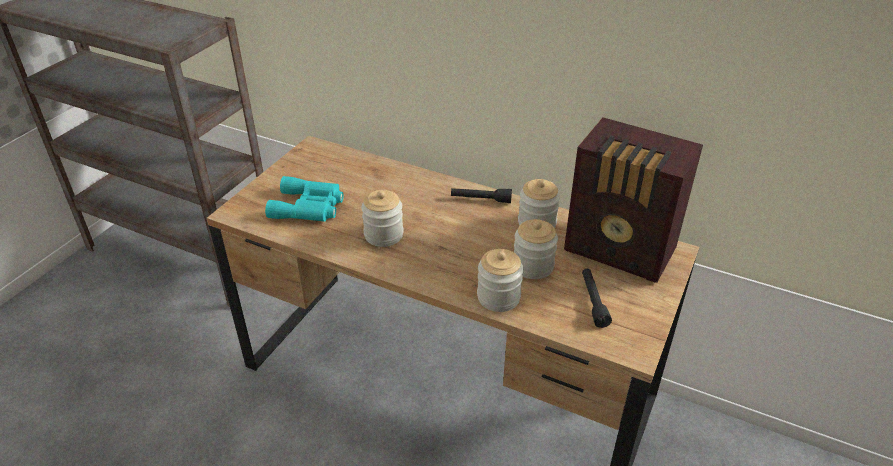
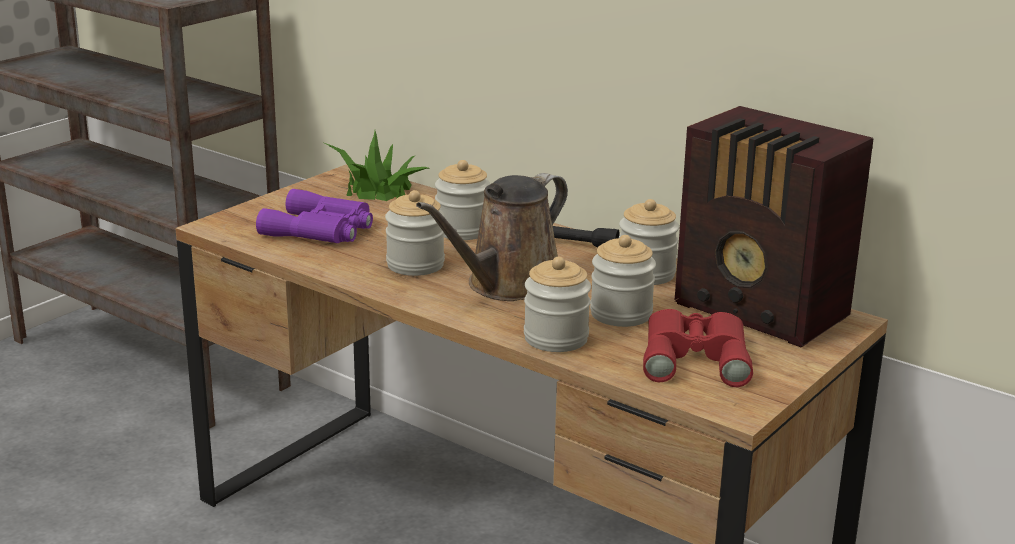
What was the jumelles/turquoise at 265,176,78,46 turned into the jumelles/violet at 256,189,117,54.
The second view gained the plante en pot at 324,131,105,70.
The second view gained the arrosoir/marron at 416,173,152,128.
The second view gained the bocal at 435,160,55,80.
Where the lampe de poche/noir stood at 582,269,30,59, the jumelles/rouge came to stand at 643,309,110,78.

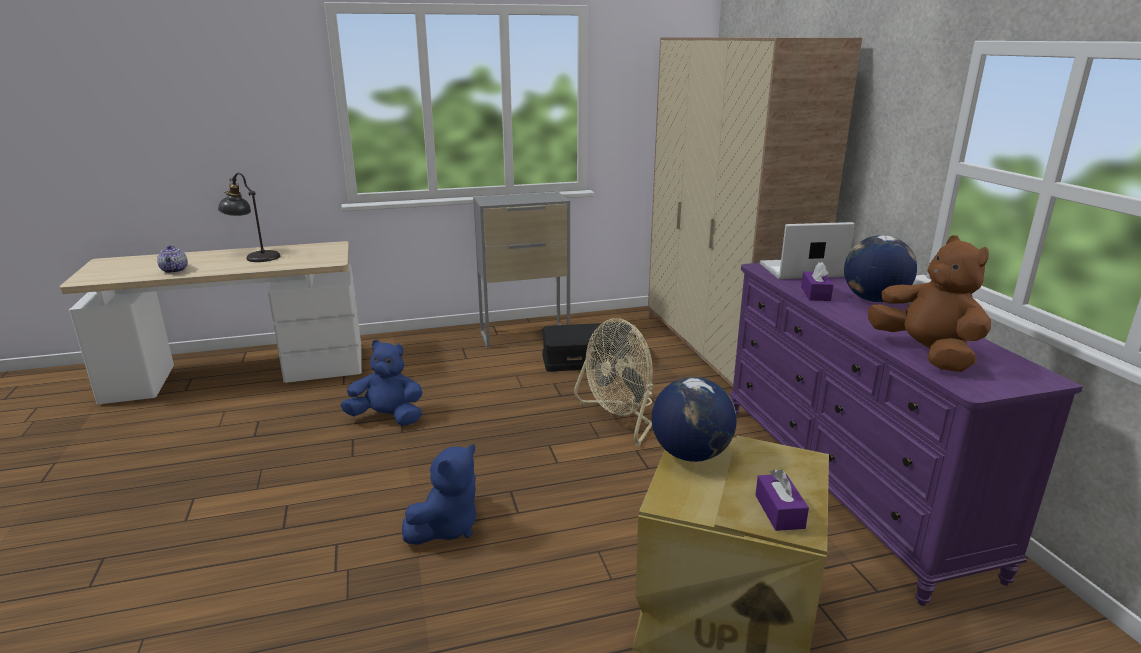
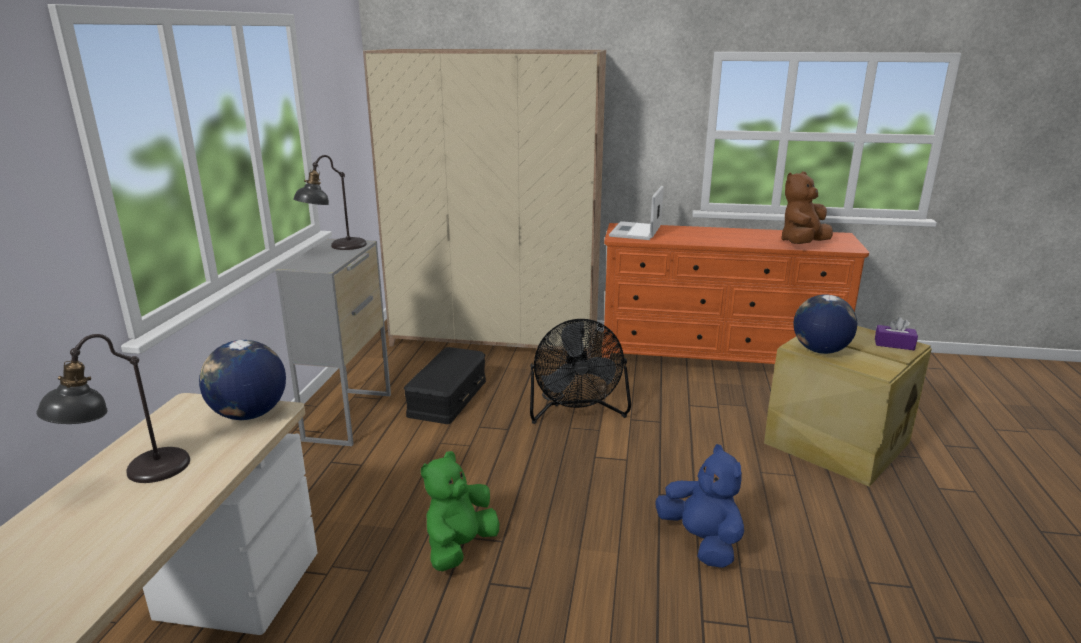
The globe ended up elsewhere, having gone from 844,235,73,67 to 199,340,87,80.
The second view gained the lampe de table/gris at 293,155,74,95.
What was the peluche/bleu at 340,340,83,85 turned into the peluche/vert at 421,451,79,120.
What was the ventilateur/beige at 574,318,80,129 turned into the ventilateur/noir at 530,319,101,105.
What was the commode/violet at 730,263,353,343 turned into the commode/orange at 601,223,268,141.
The peluche/marron at 868,235,123,137 ended up facing another way, 45 degrees counterclockwise from before.
The second view lost the théière at 157,246,31,27.
The second view lost the boîte à mouchoirs/violet at 801,262,33,39.

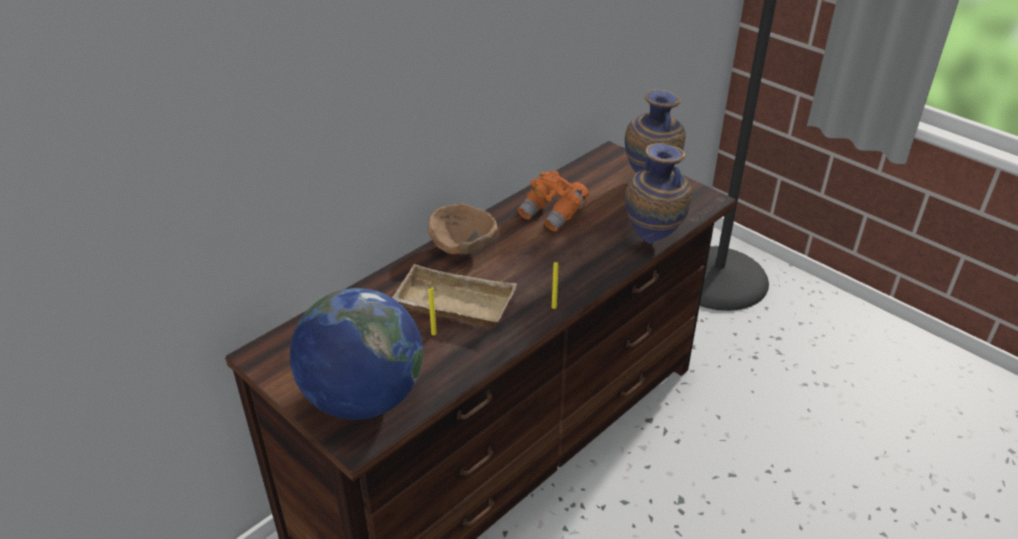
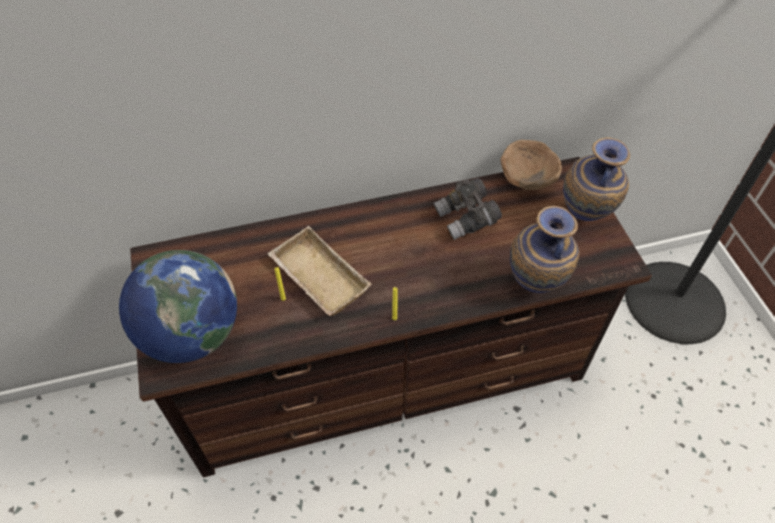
What was the jumelles/orange at 517,170,72,62 turned into the jumelles/gris at 434,178,68,62.
The bol/marron ended up elsewhere, having gone from 428,203,70,51 to 500,140,62,50.

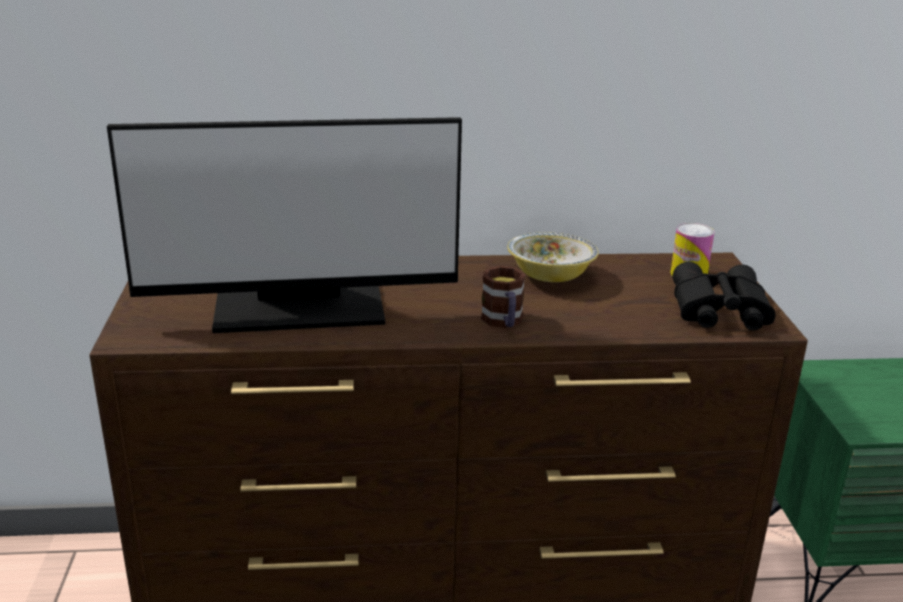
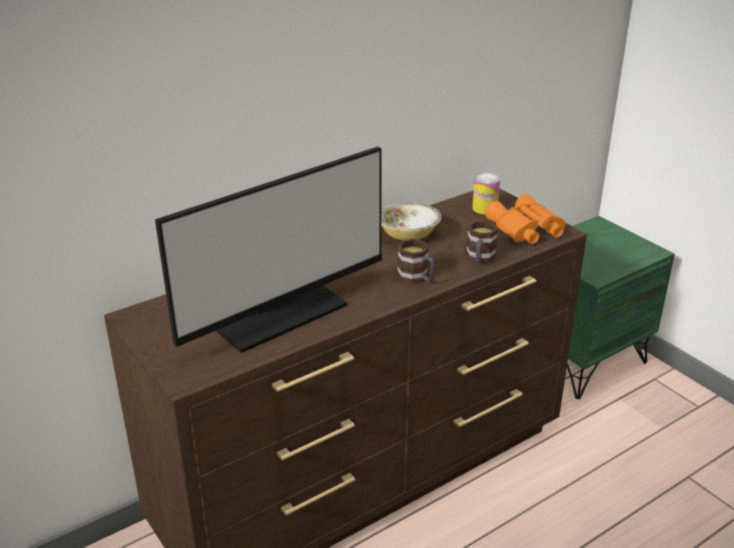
The second view gained the mug at 466,220,32,44.
What was the jumelles/noir at 673,262,103,69 turned into the jumelles/orange at 485,194,80,50.

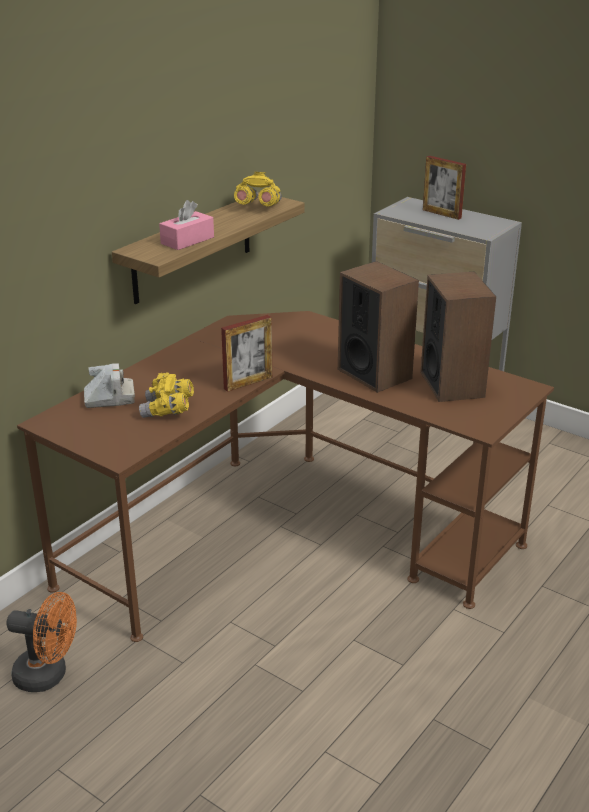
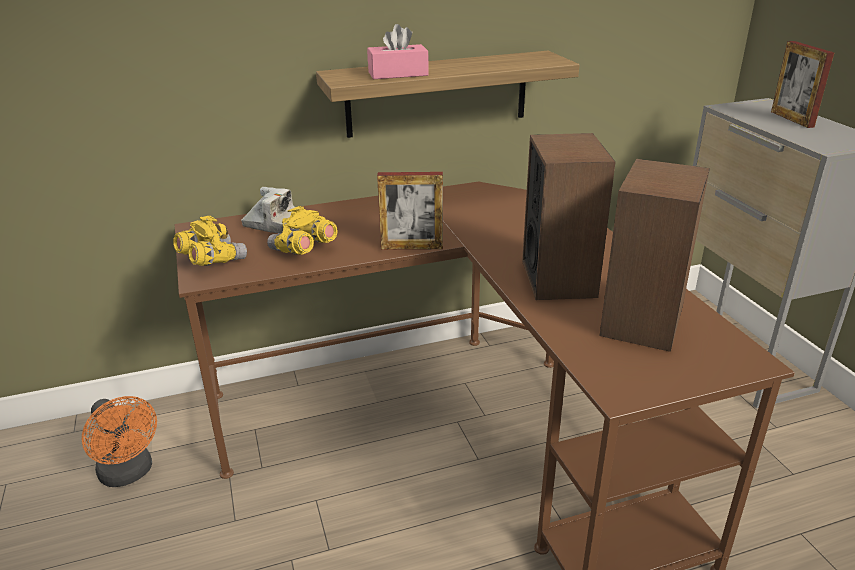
The jumelles/jaune ended up elsewhere, having gone from 234,172,48,34 to 173,216,74,50.

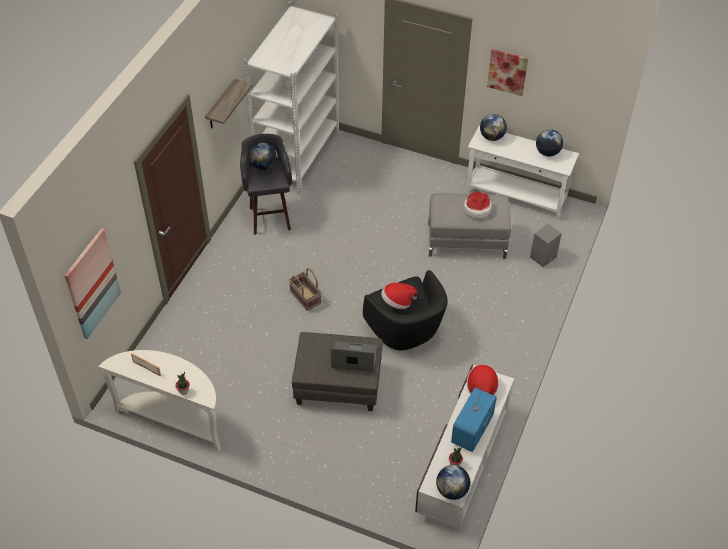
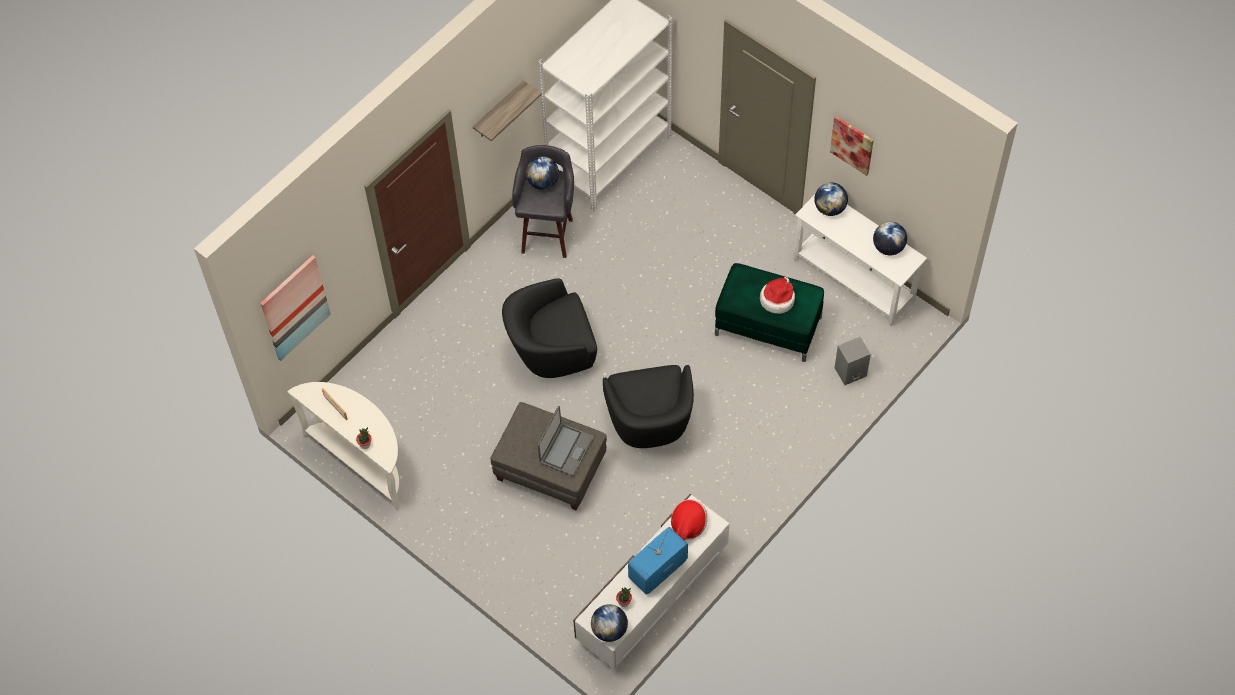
Where the panier stood at 289,268,32,43, the fauteuil/noir came to stand at 502,278,95,100.
The ordinateur portable at 330,341,47,31 ended up facing another way, 90 degrees clockwise from before.
What was the pouf/gris at 428,193,83,66 turned into the pouf/vert at 715,263,109,99.
The second view lost the chapeau at 381,283,37,26.

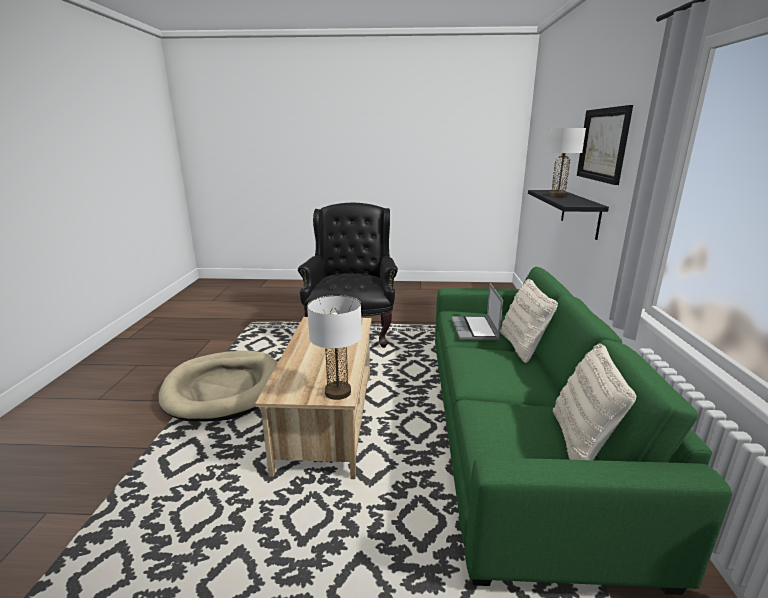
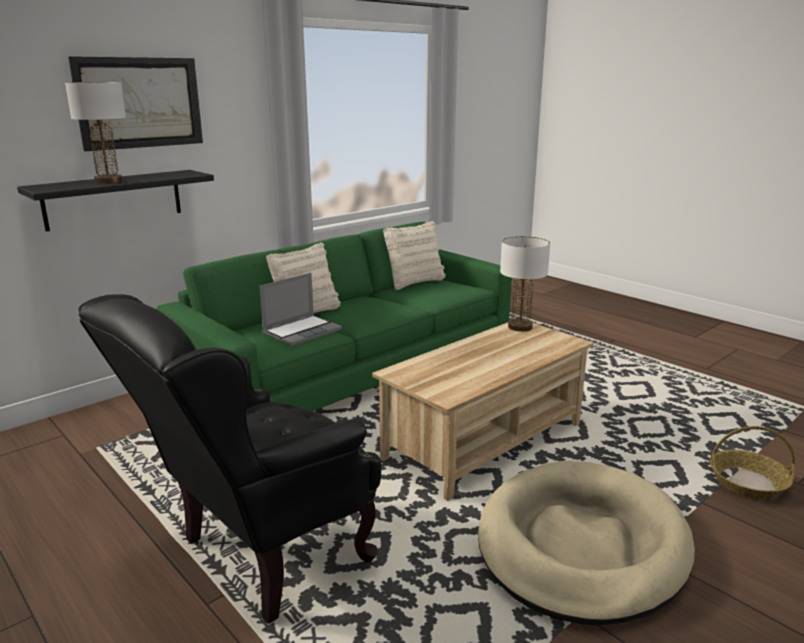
The second view gained the panier at 710,426,85,73.

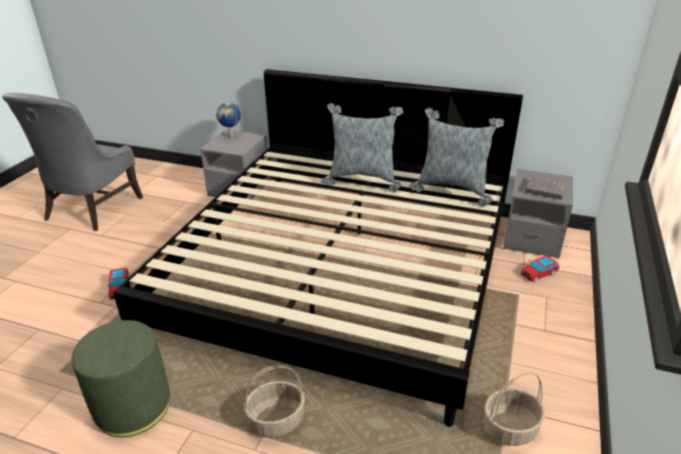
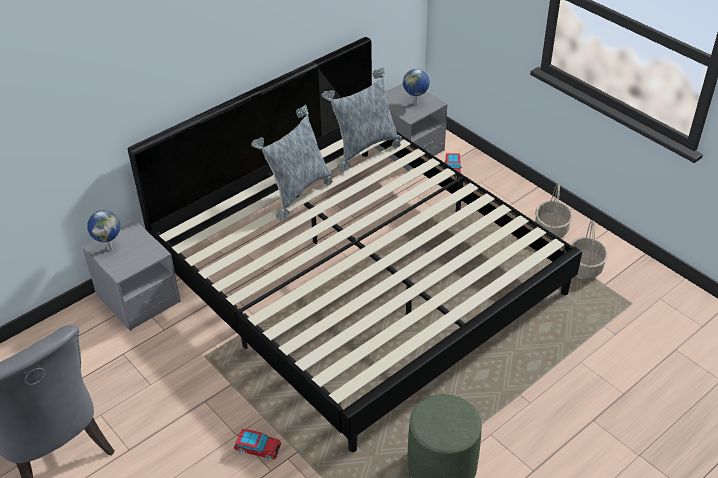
Where the livre/gris stood at 525,175,42,25, the globe came to stand at 403,69,27,36.
The panier ended up elsewhere, having gone from 244,365,61,73 to 535,184,38,54.

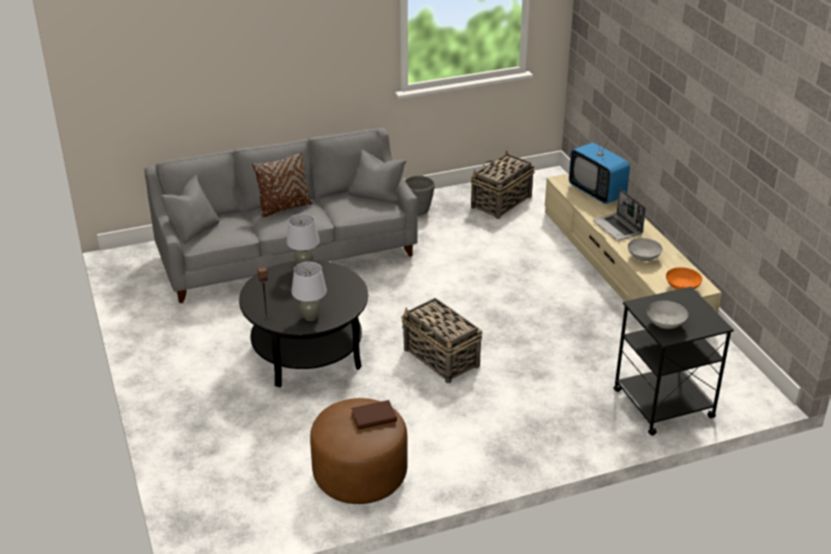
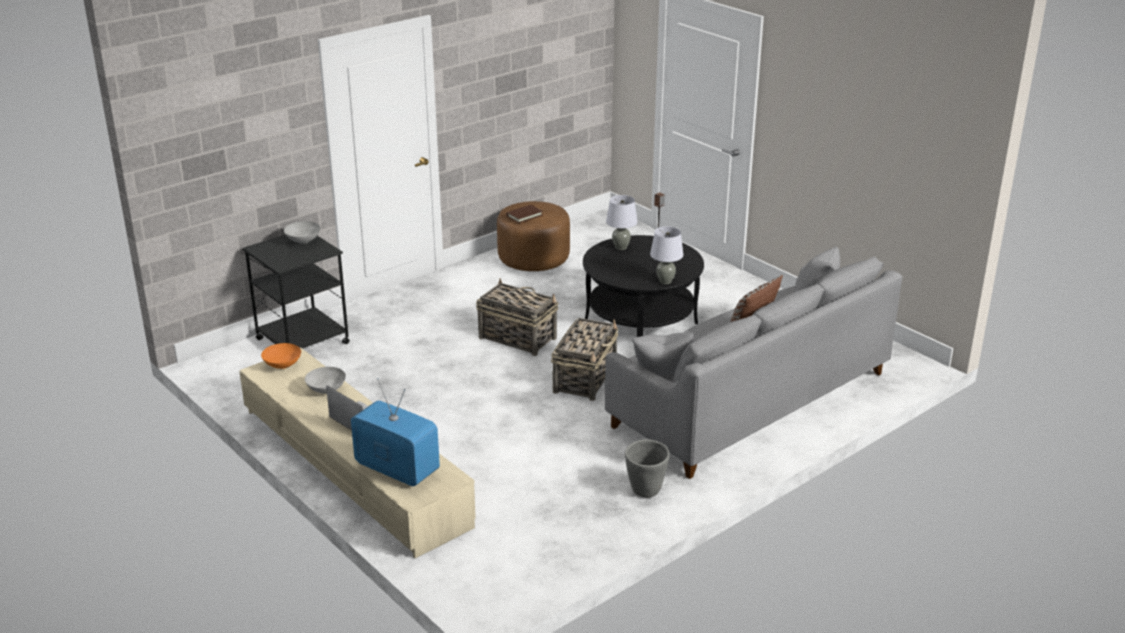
The panier ended up elsewhere, having gone from 471,150,64,69 to 551,318,67,83.

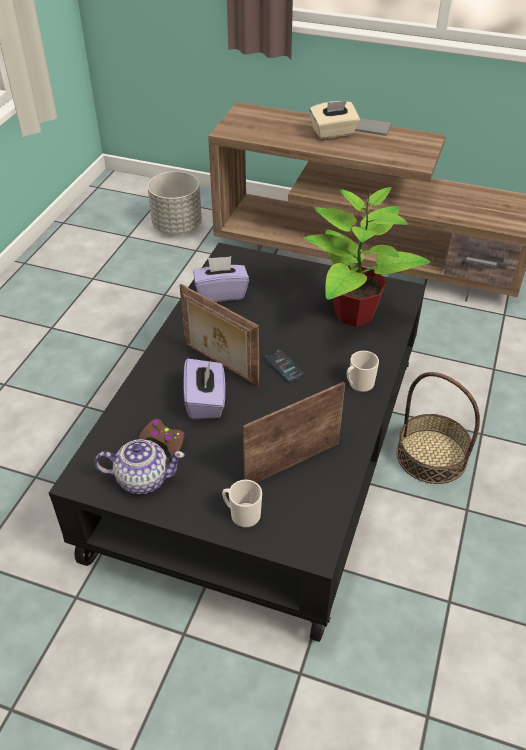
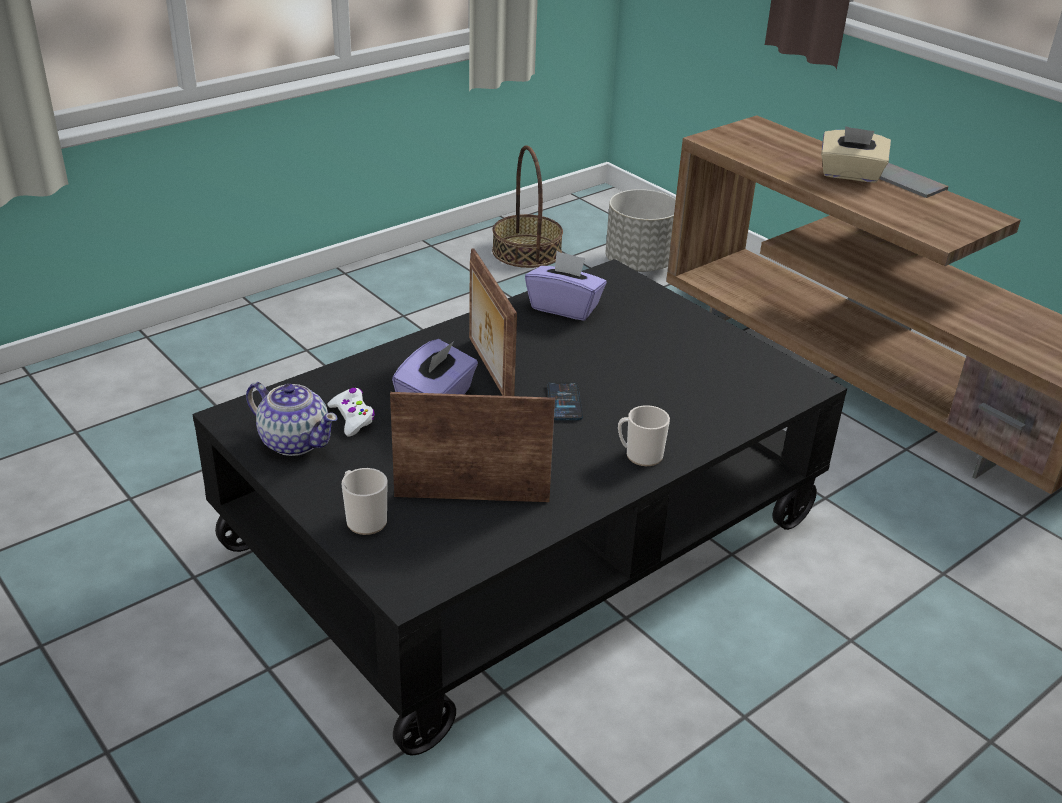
What was the manette/marron at 139,419,46,37 turned into the manette/blanc at 327,388,48,48.
The panier ended up elsewhere, having gone from 396,372,84,112 to 492,145,71,123.
The second view lost the plante en pot at 303,187,127,140.

